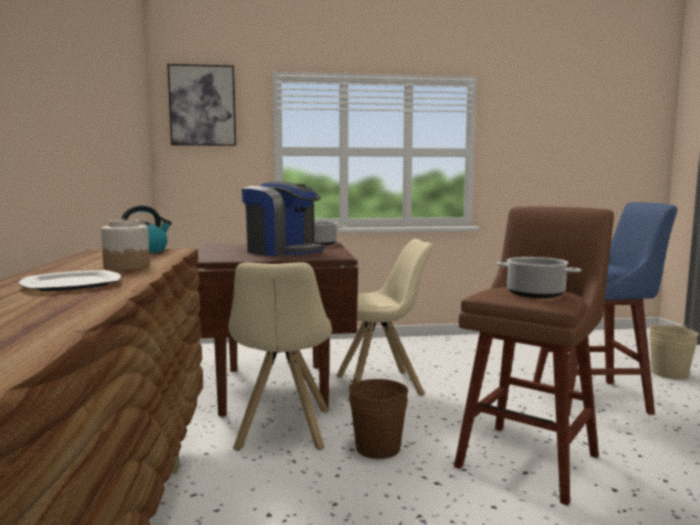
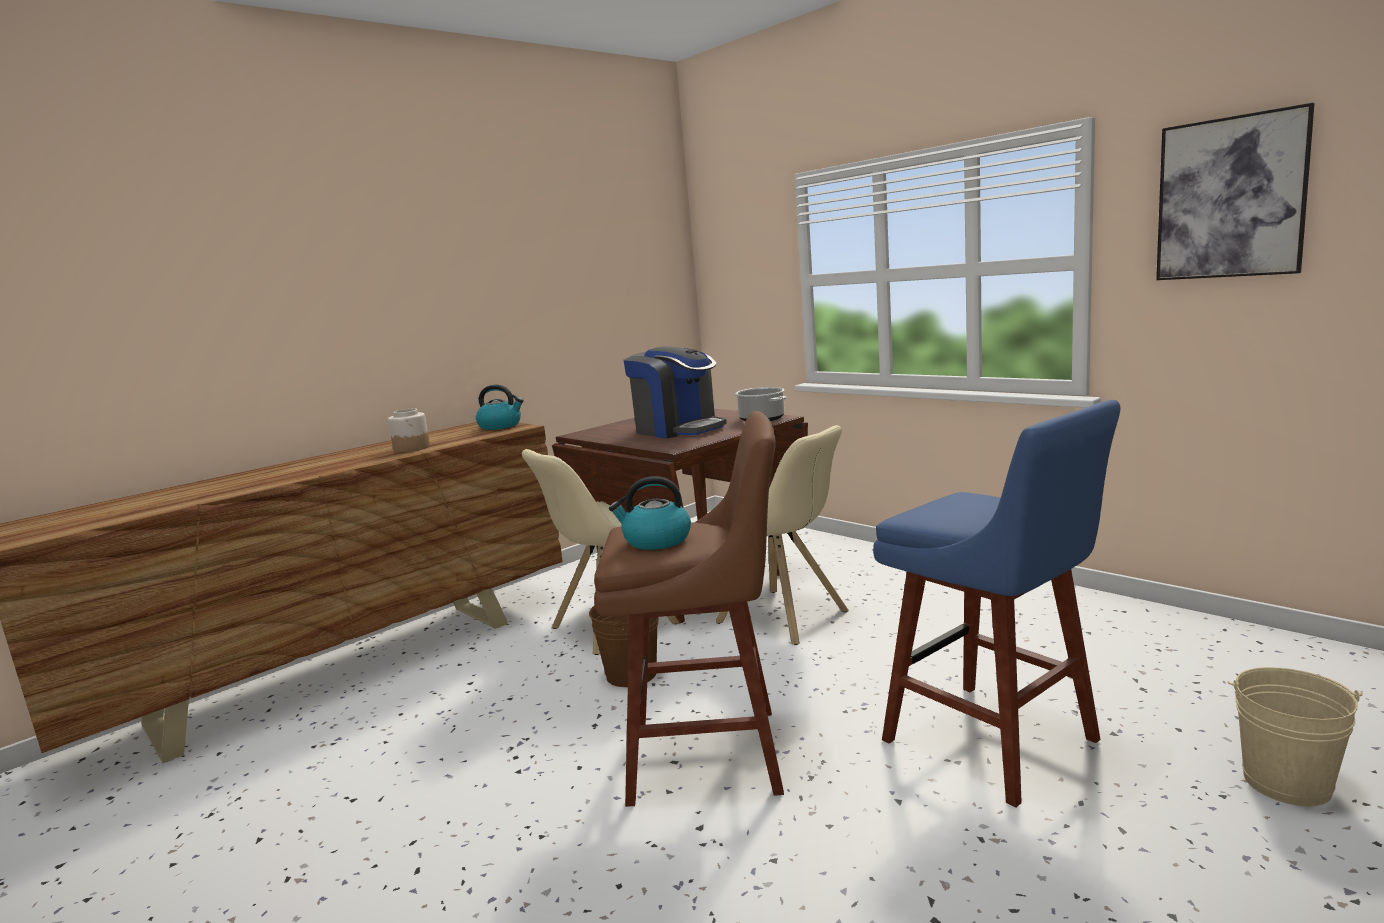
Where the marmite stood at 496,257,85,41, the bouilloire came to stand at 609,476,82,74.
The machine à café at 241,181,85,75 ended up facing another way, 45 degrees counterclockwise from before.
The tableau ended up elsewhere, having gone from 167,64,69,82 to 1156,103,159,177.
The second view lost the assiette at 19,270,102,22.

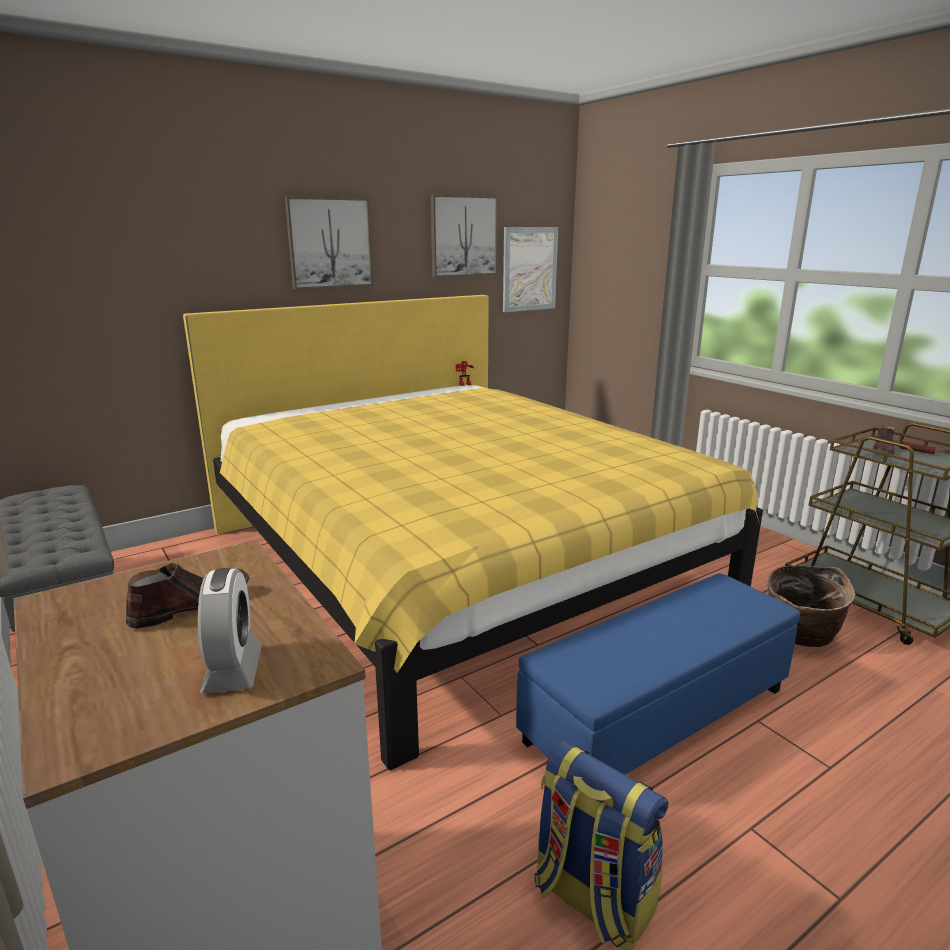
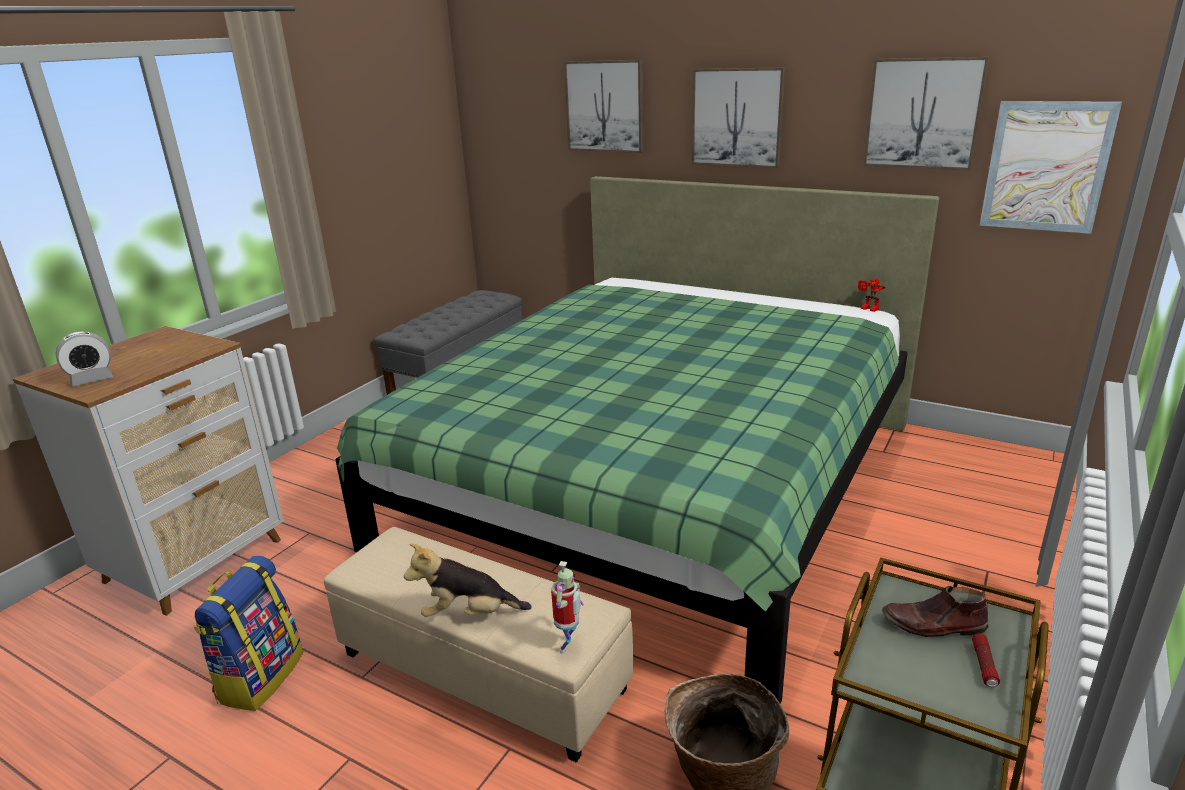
What was the pouf/bleu at 516,573,284,202 turned into the pouf/beige at 324,527,309,236.
What was the lit/jaune at 183,295,580,475 turned into the lit/vert at 335,176,604,527.
The second view gained the peluche at 404,543,128,74.
The second view gained the robot jouet at 551,561,33,93.
The second view gained the tableau at 564,60,80,93.
The second view lost the chaussure/marron at 126,563,124,66.

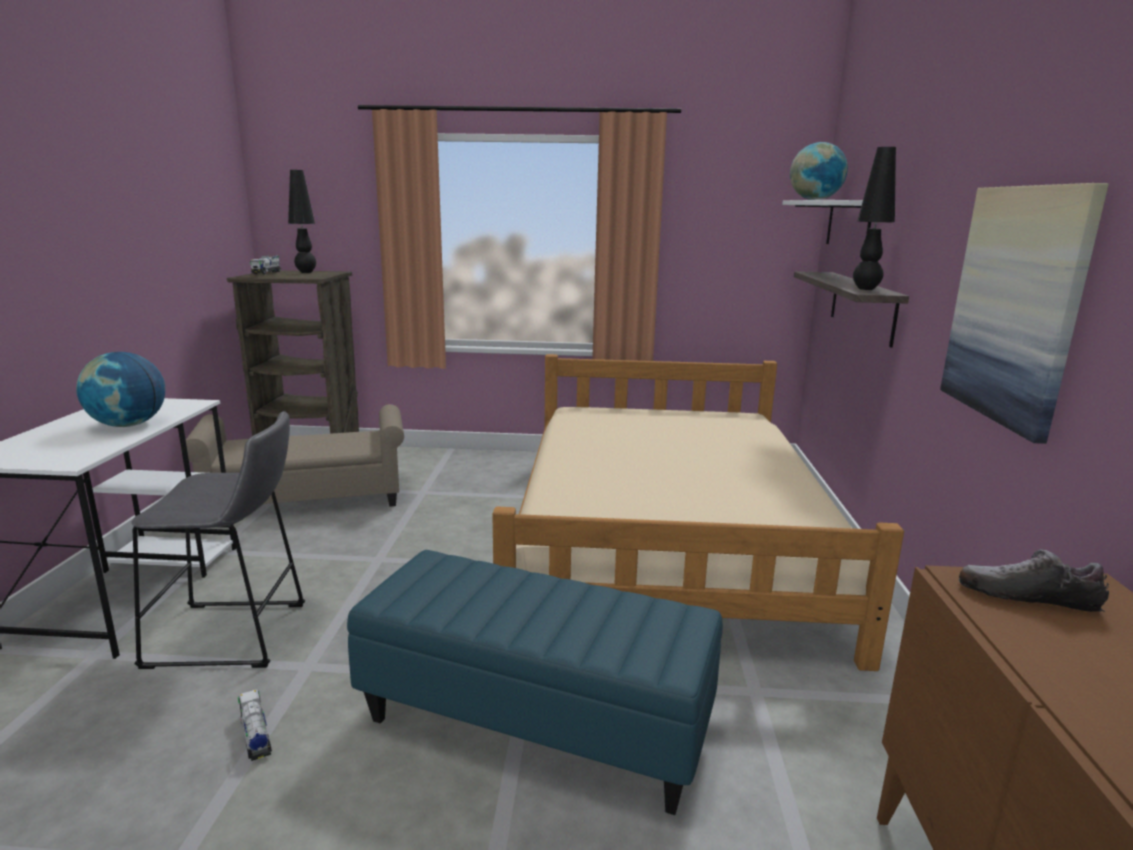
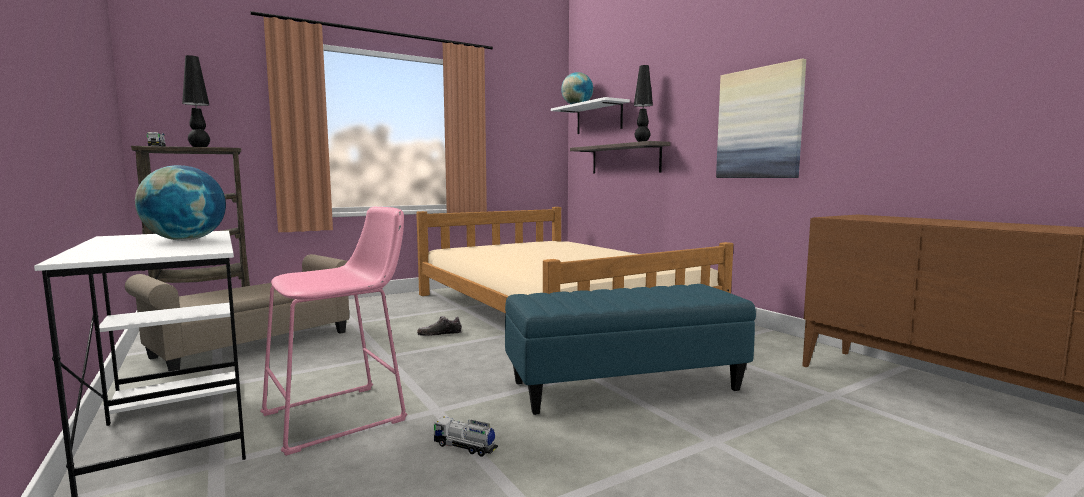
What was the tabouret/gris at 131,411,174,258 turned into the tabouret/rose at 260,207,147,249.
The chaussure ended up elsewhere, having gone from 959,549,150,64 to 417,316,45,20.

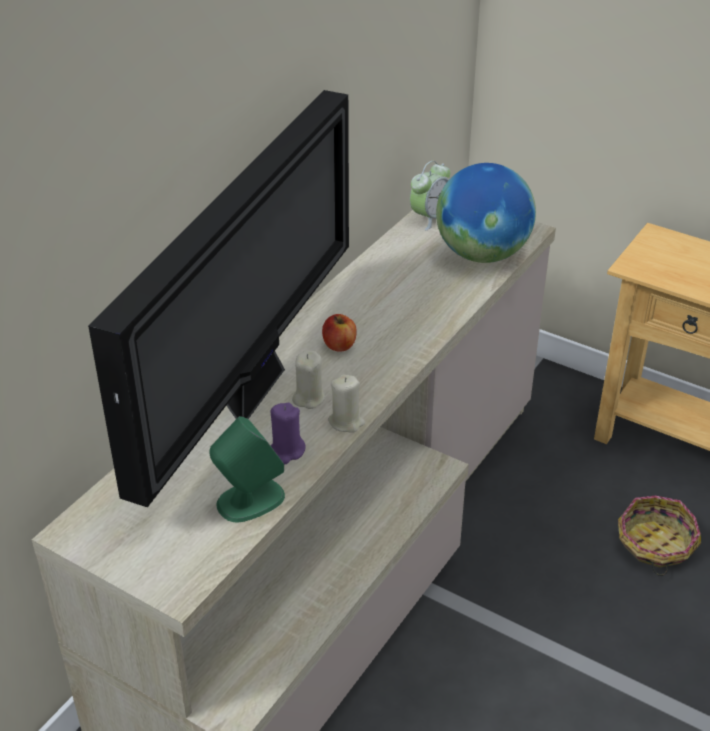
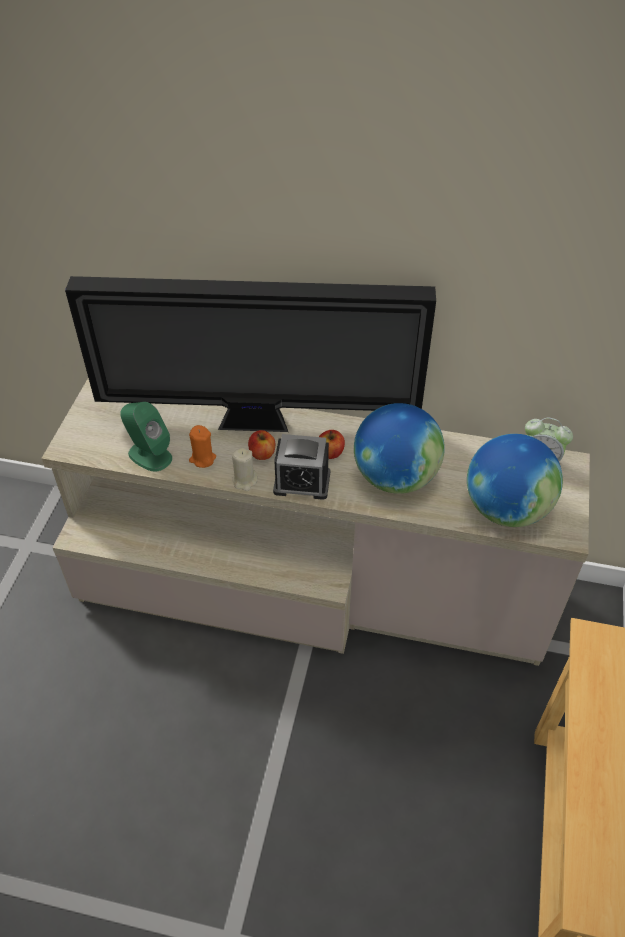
What was the bougie/violet at 271,403,35,61 turned into the bougie/orange at 189,425,27,43.
Where the bougie/beige stood at 292,350,34,59, the pomme came to stand at 248,430,27,30.
The second view gained the réveil at 273,434,57,66.
The second view gained the globe at 354,403,91,91.
The second view lost the panier at 618,496,83,80.

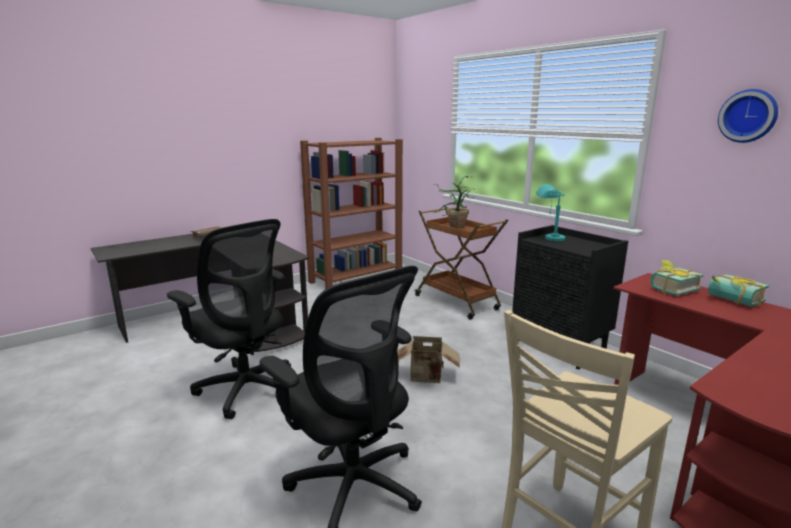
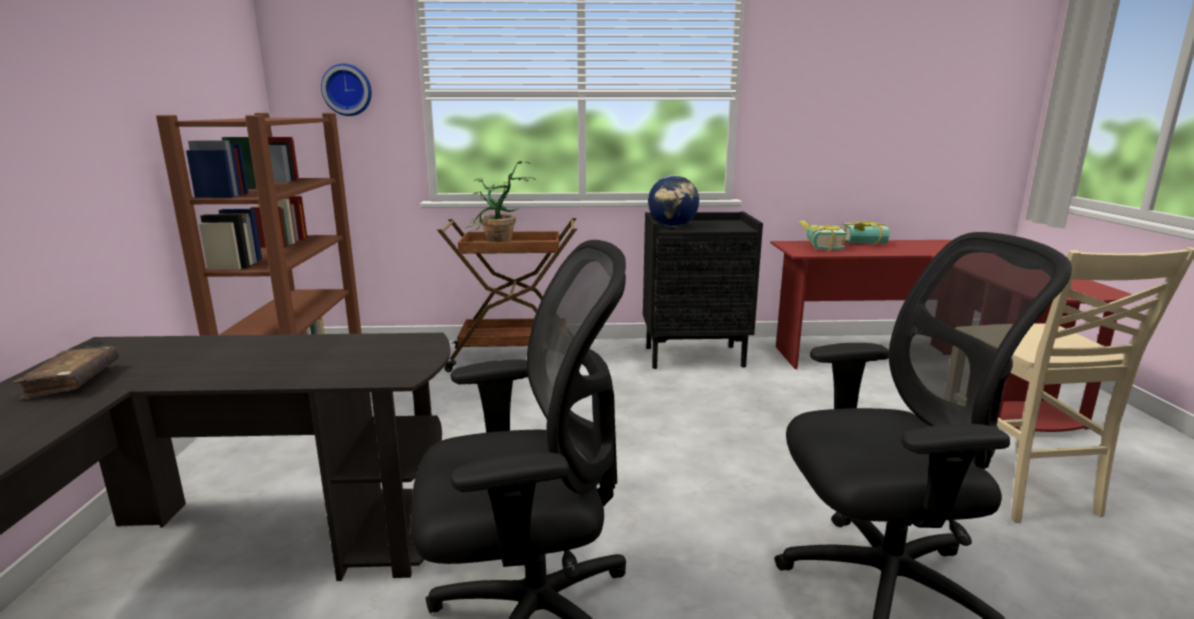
The horloge murale ended up elsewhere, having gone from 718,89,60,54 to 321,64,51,52.
Where the lampe de table/turquoise stood at 536,184,29,57, the globe came to stand at 648,175,51,52.
The second view lost the carton at 397,336,63,47.

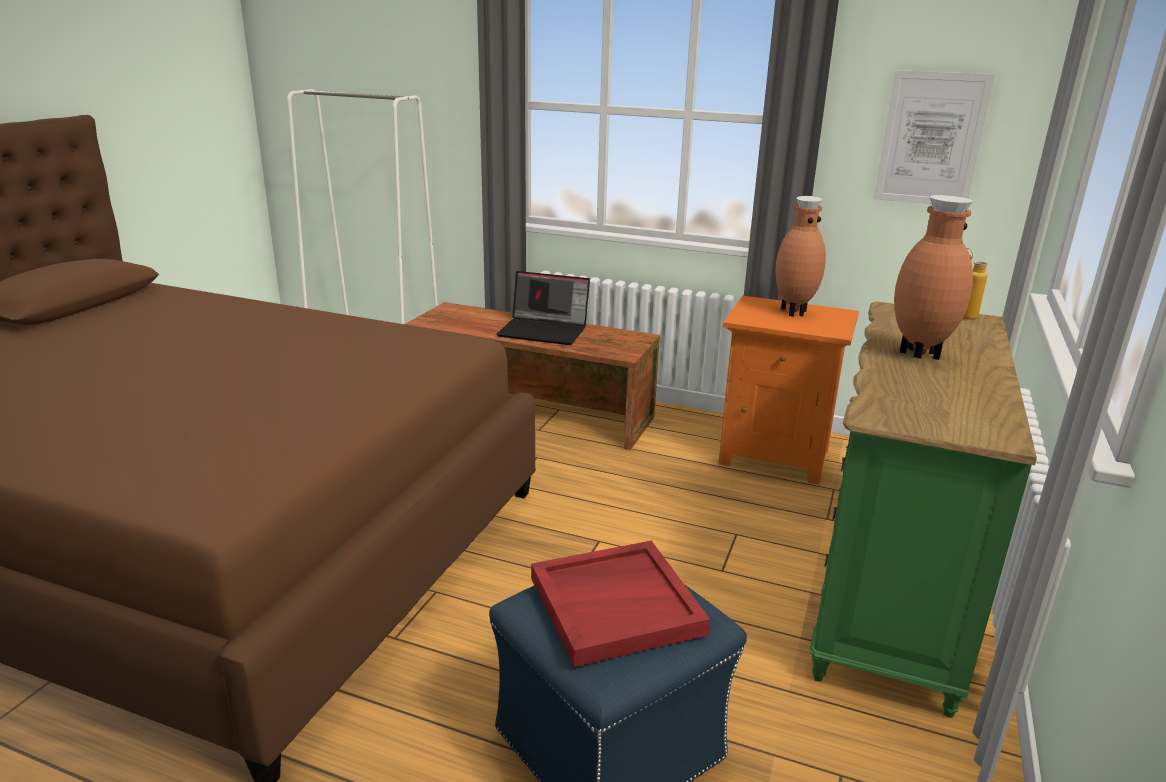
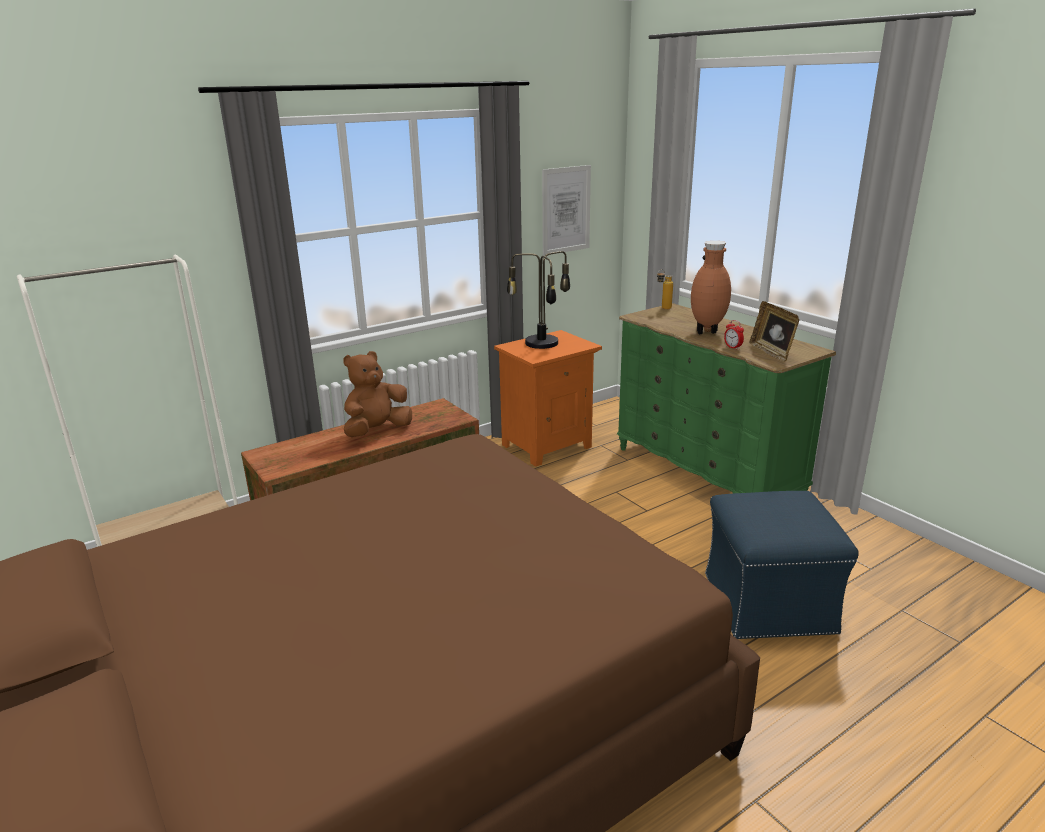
Where the ordinateur portable stood at 497,271,93,74, the peluche/marron came to stand at 343,351,69,86.
Where the vase/marron stood at 775,196,51,121, the lampe de table came to stand at 507,251,63,98.
The second view gained the réveil at 724,320,20,30.
The second view gained the cadre photo at 749,301,51,62.
The second view lost the plateau/rouge at 531,540,179,127.

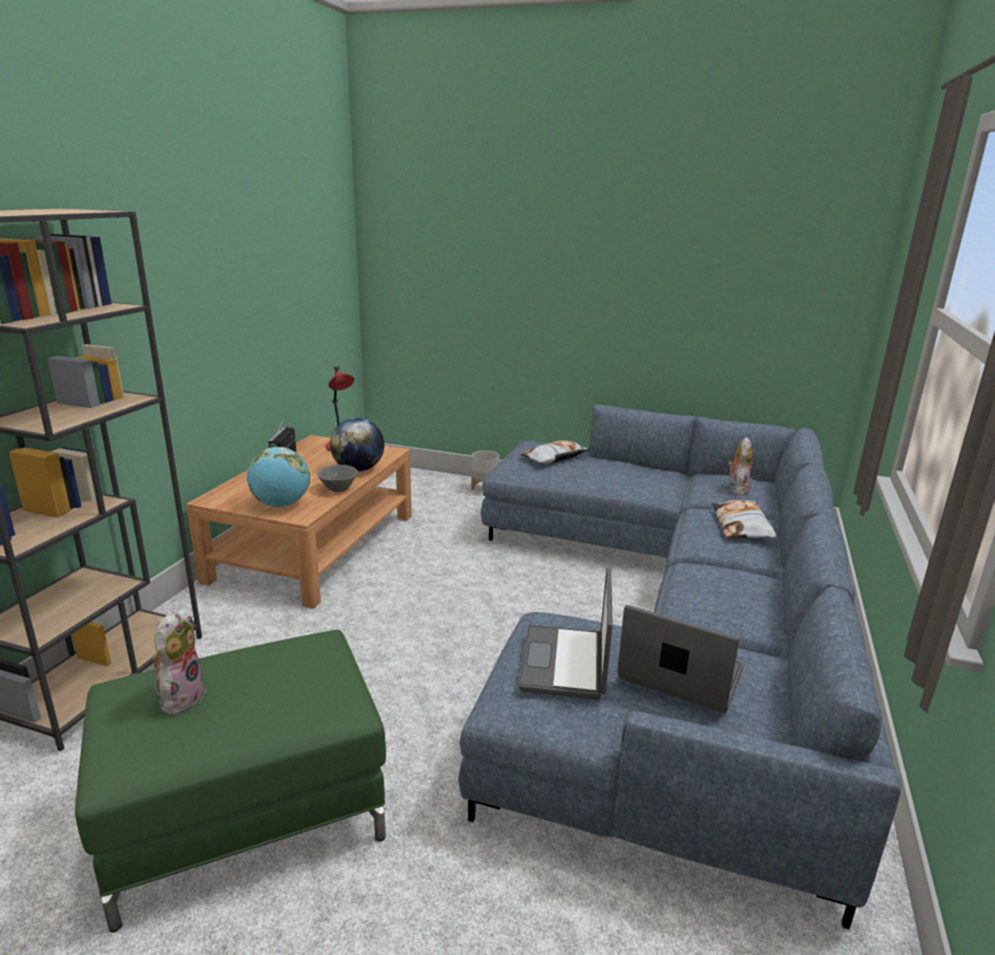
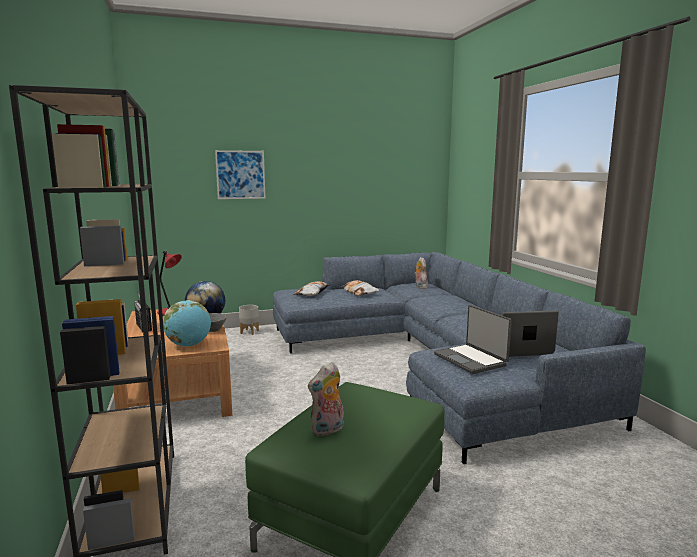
The second view gained the tableau at 215,150,51,49.
The peluche at 152,611,54,104 ended up facing another way, 105 degrees counterclockwise from before.
The coussin ended up elsewhere, having gone from 712,500,65,38 to 339,280,41,16.

